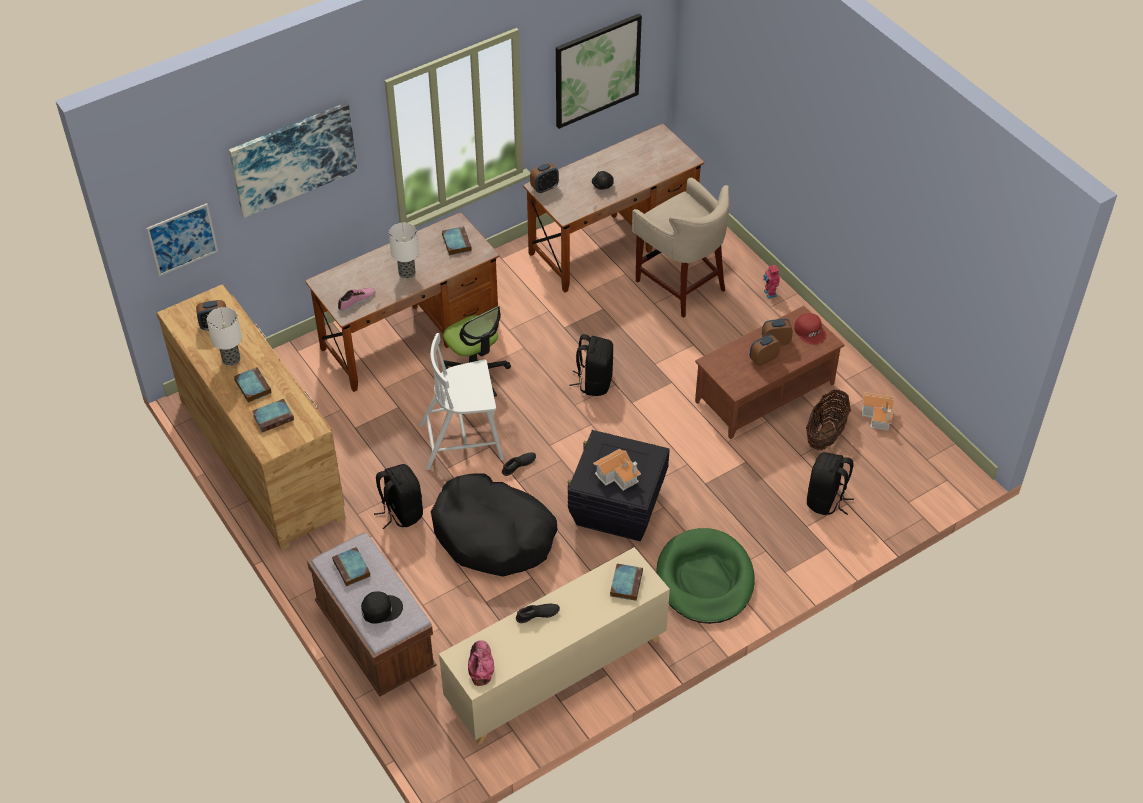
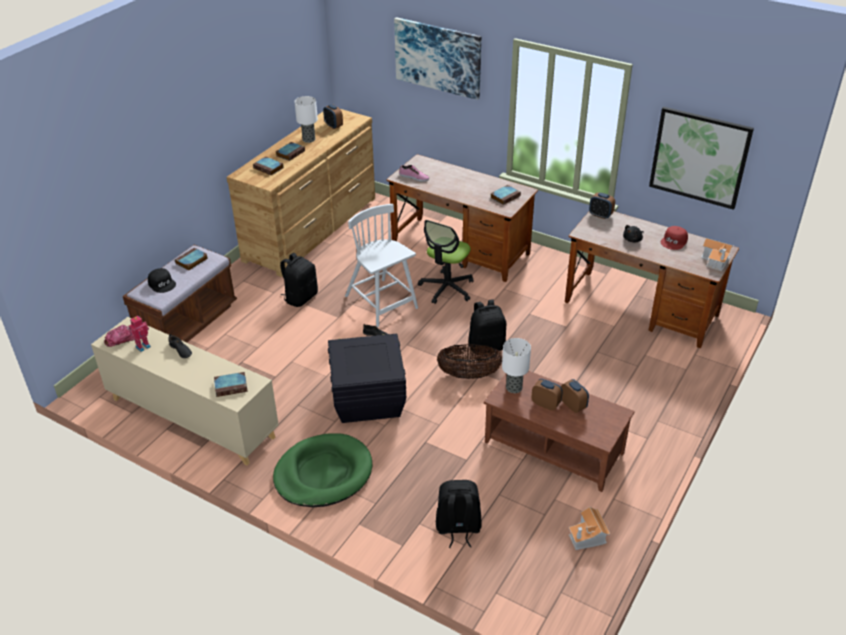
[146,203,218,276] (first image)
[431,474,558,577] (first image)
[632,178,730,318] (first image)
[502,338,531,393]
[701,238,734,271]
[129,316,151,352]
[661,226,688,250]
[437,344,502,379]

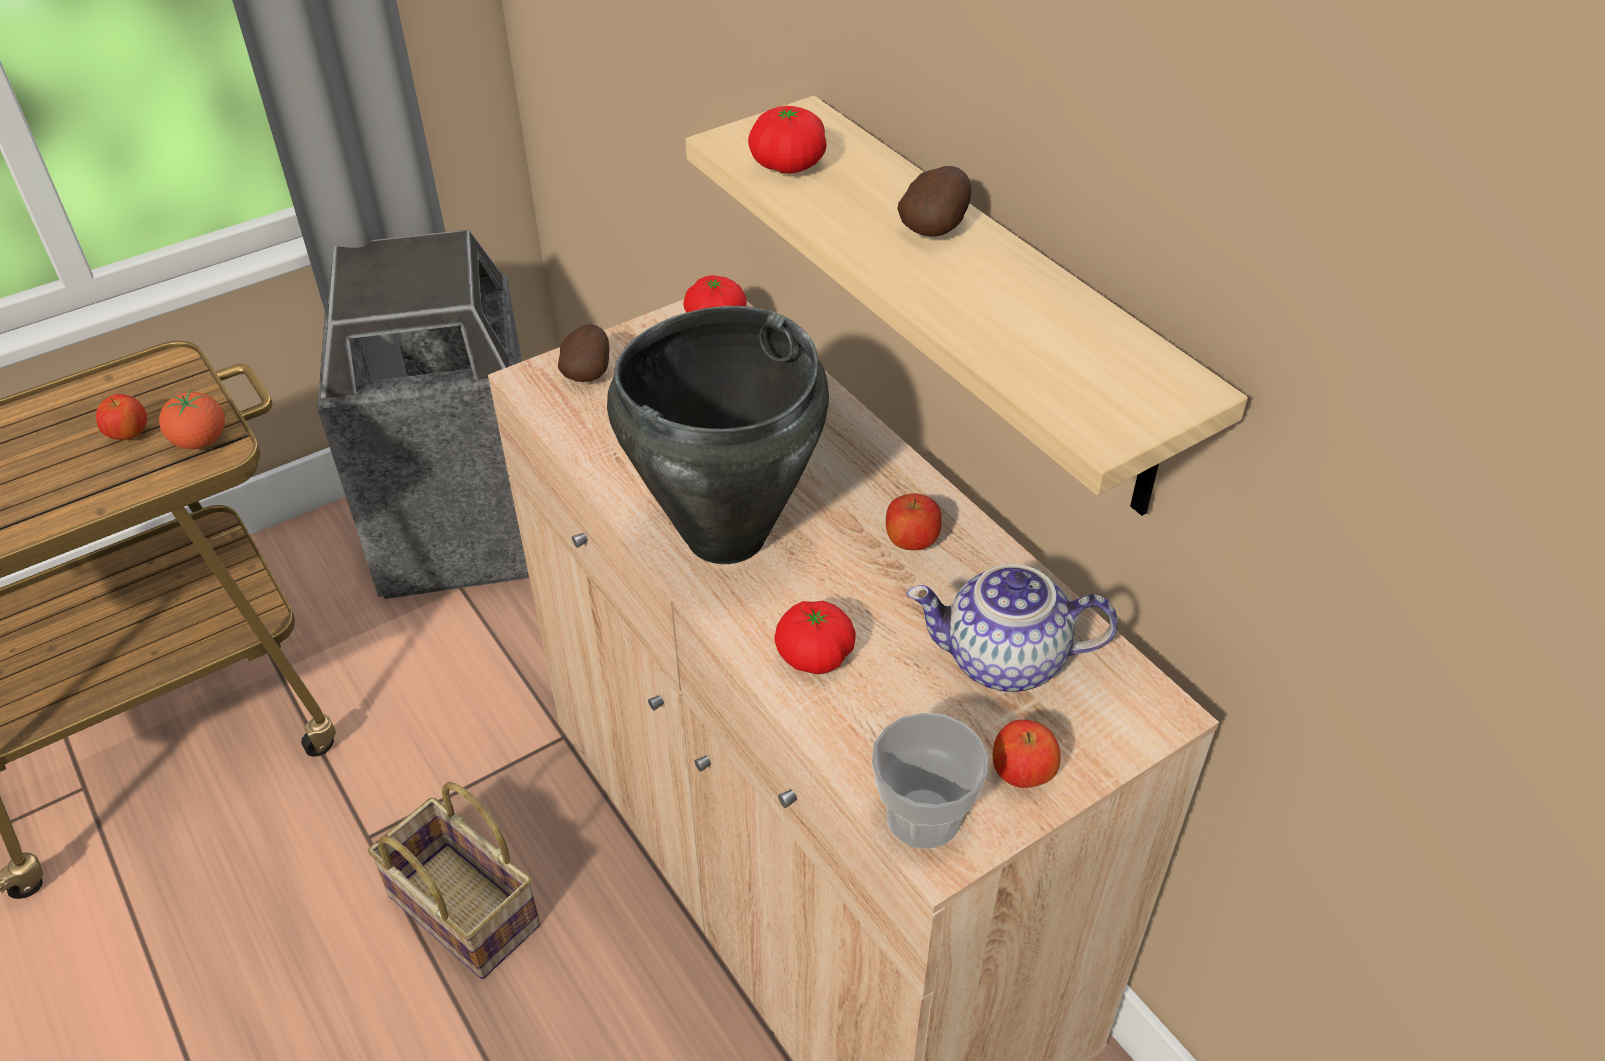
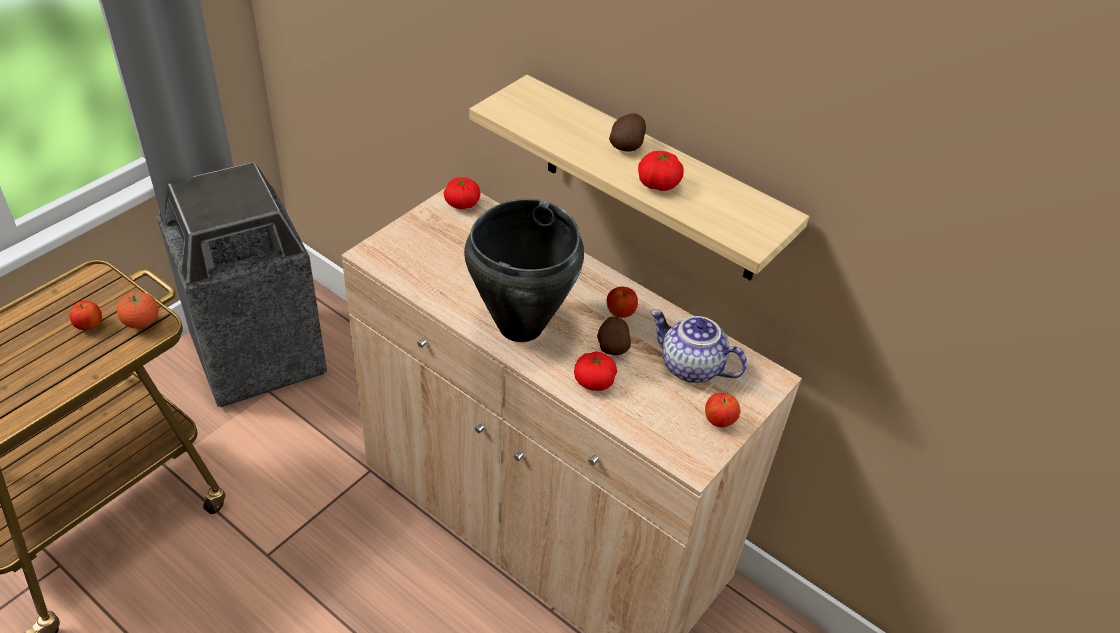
[368,782,540,979] (first image)
[872,713,988,849] (first image)
[597,316,631,355]
[638,151,684,191]
[650,309,747,383]

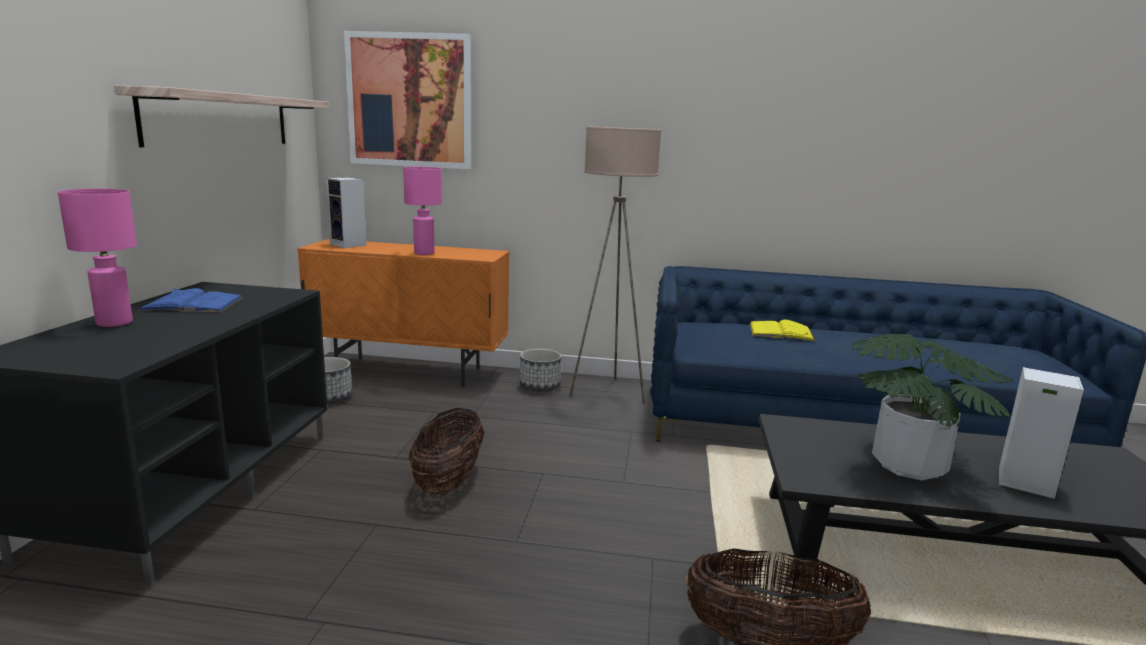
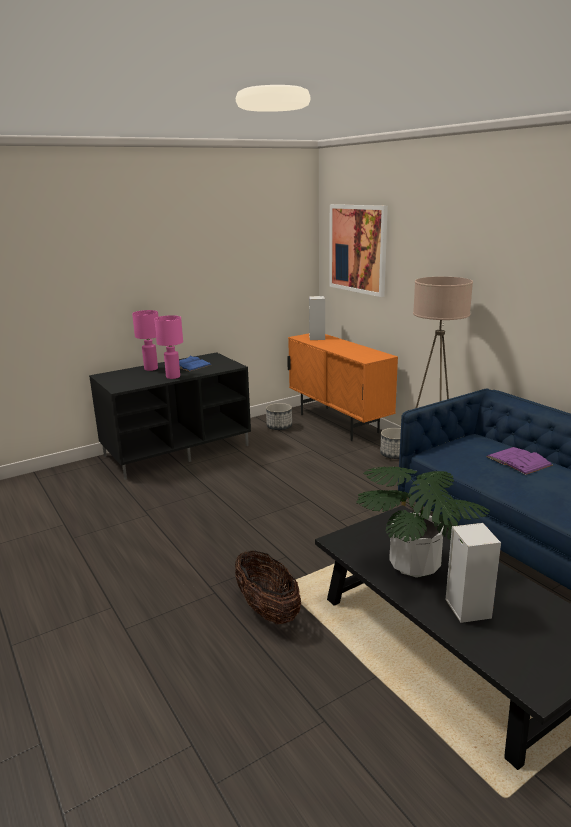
[114,85,329,147] (first image)
[409,408,484,495] (first image)
[154,315,183,379]
[486,447,553,475]

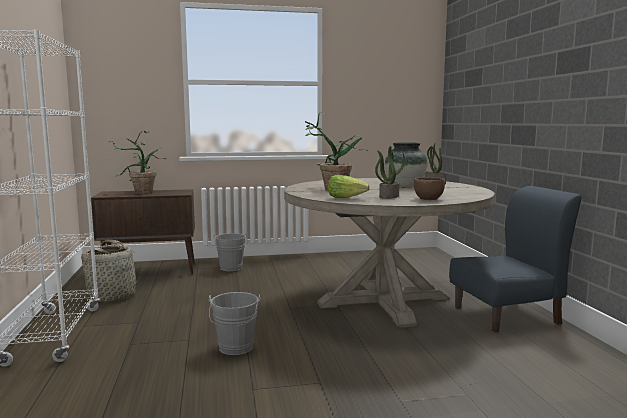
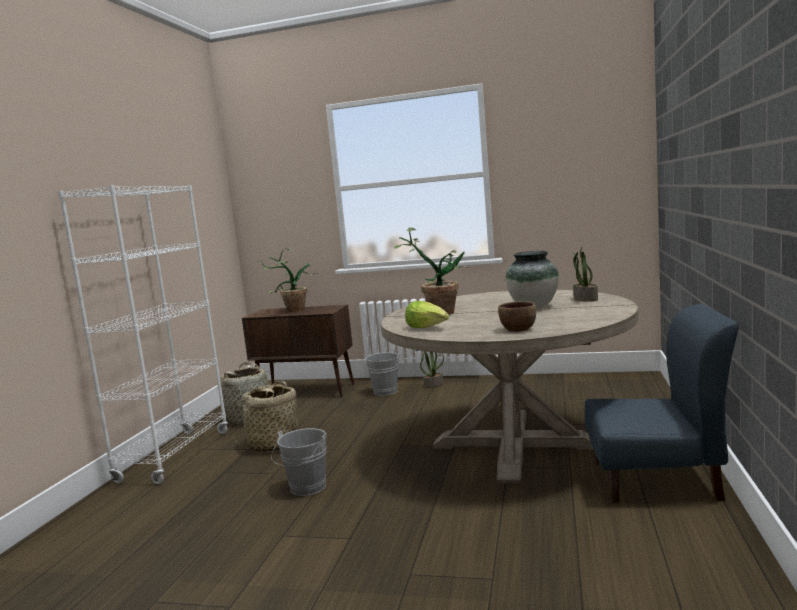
[232,381,303,452]
[420,351,444,388]

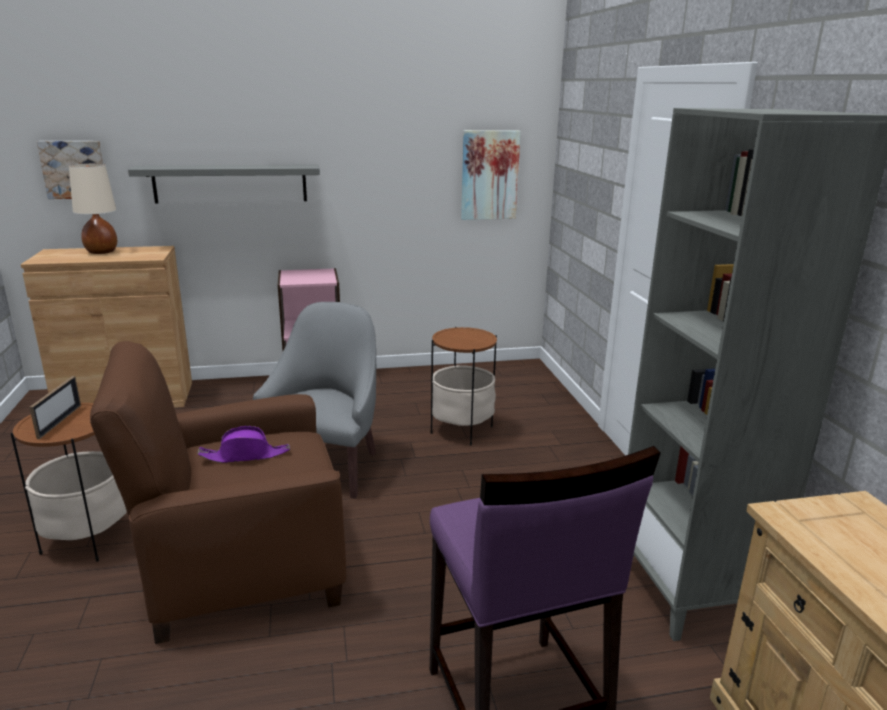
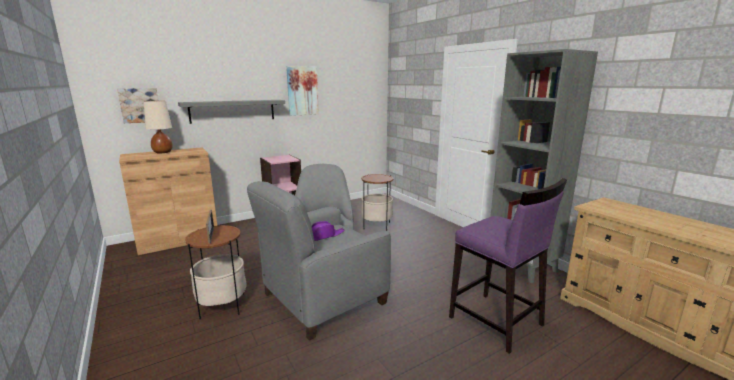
[286,66,319,116]
[247,181,391,341]

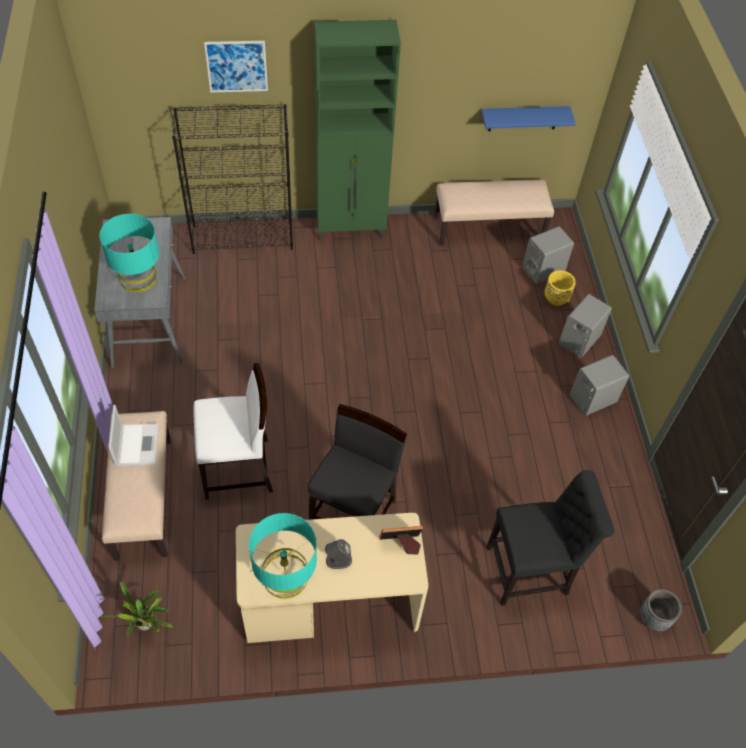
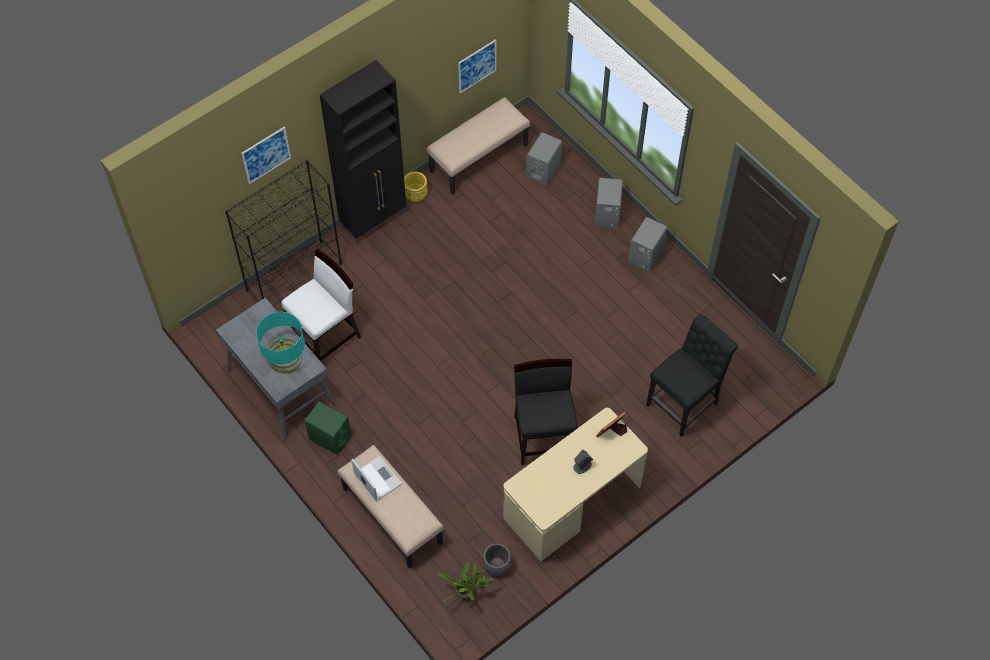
[249,513,317,599] (first image)
[305,401,351,455]
[281,249,361,361]
[404,172,427,202]
[483,543,511,576]
[458,39,496,93]
[320,60,407,244]

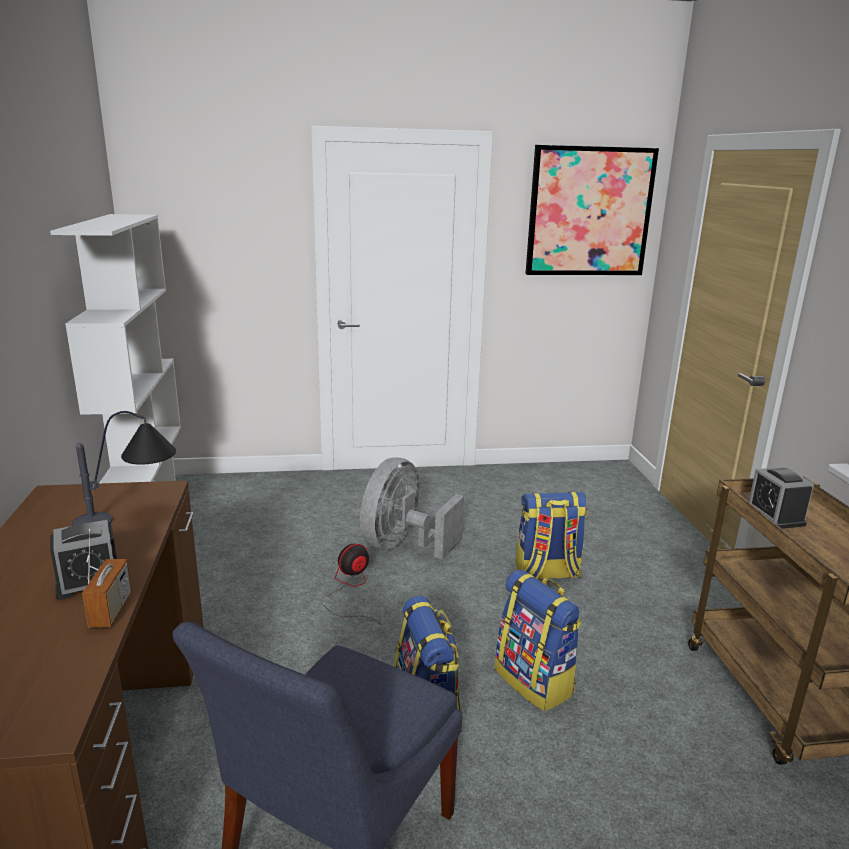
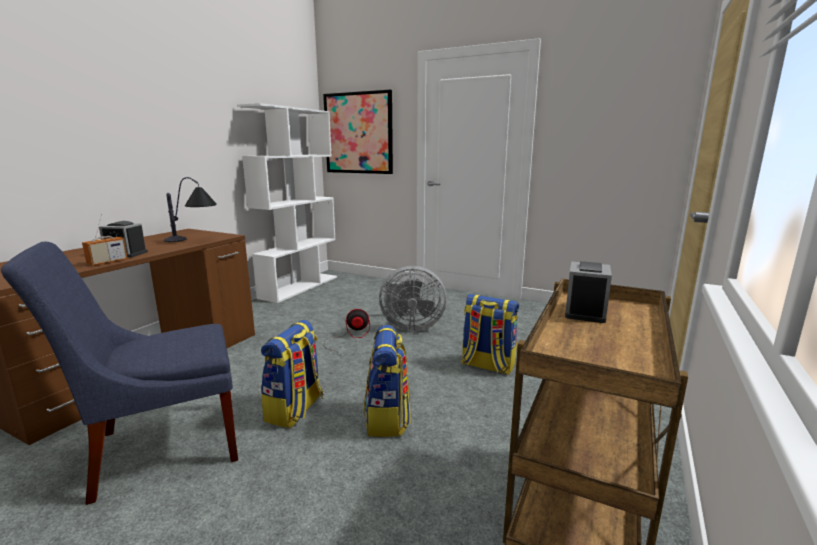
[323,90,393,174]
[379,266,447,332]

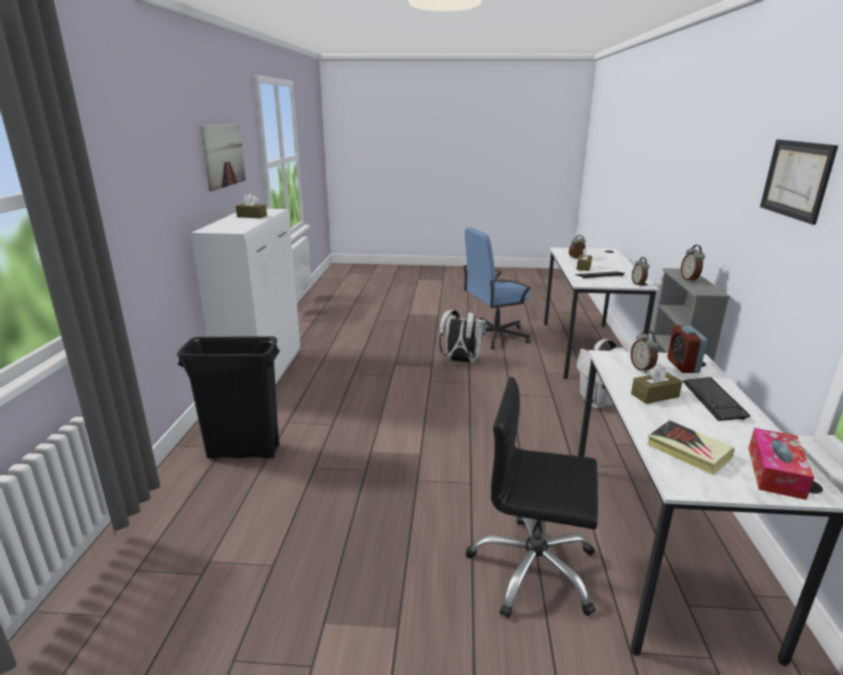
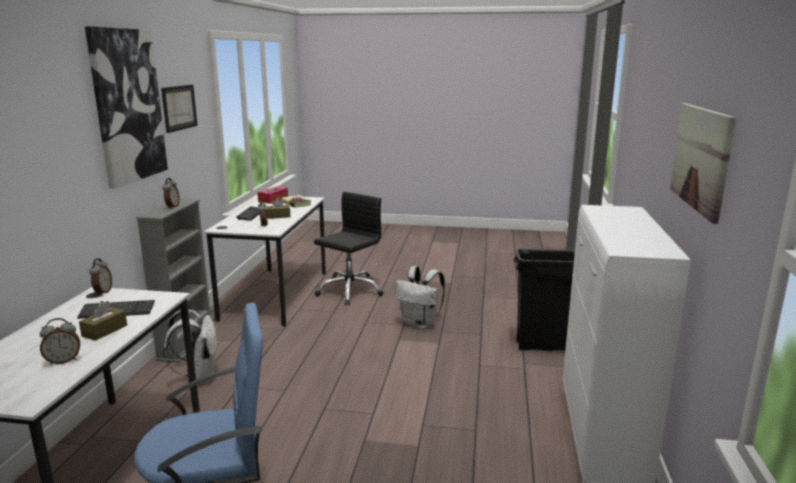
[236,194,267,218] (first image)
[667,325,707,373] (first image)
[85,26,168,189]
[395,266,445,329]
[314,192,384,305]

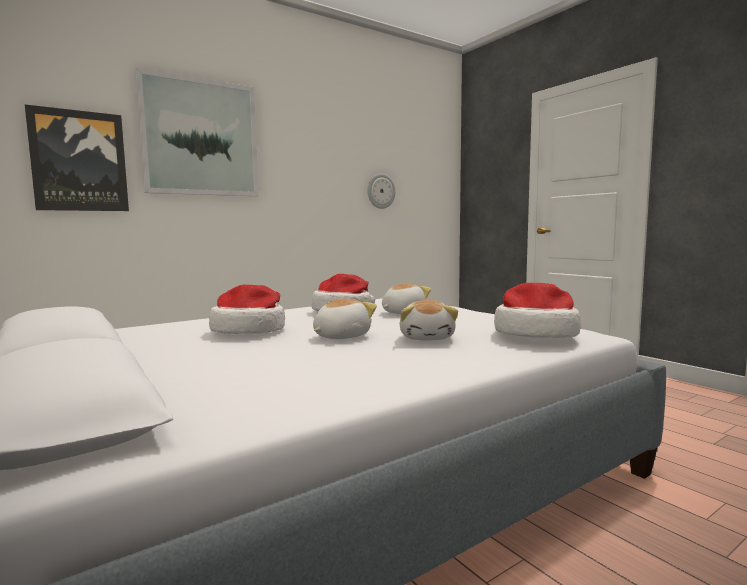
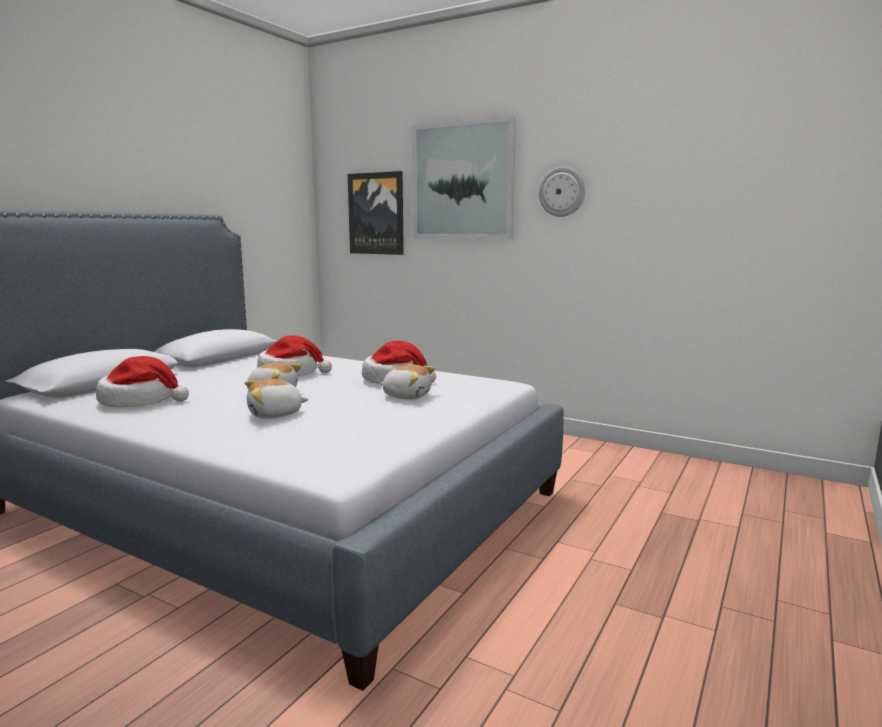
[539,167,585,217]
[96,356,189,407]

